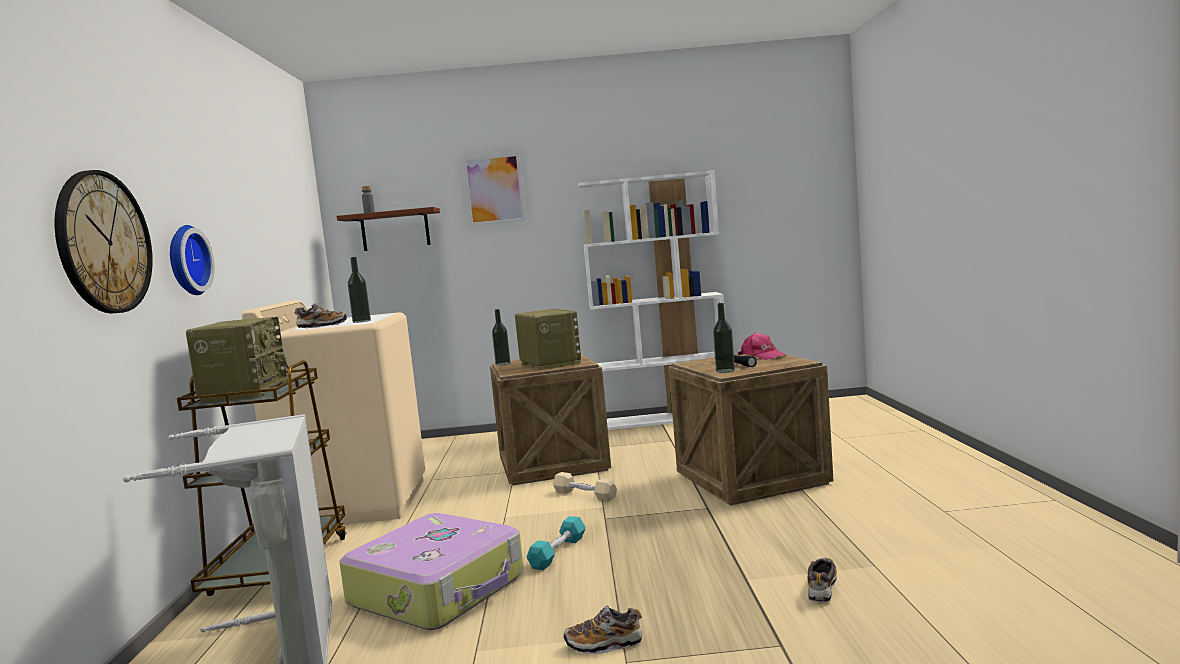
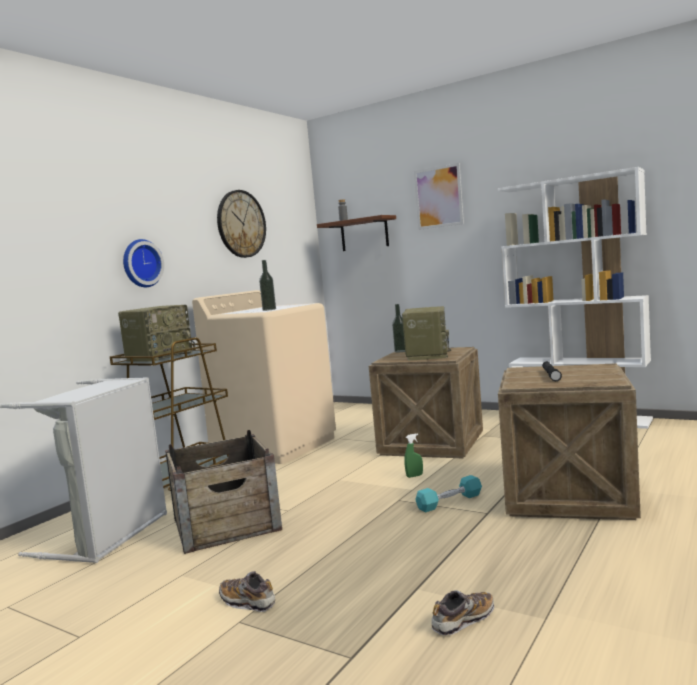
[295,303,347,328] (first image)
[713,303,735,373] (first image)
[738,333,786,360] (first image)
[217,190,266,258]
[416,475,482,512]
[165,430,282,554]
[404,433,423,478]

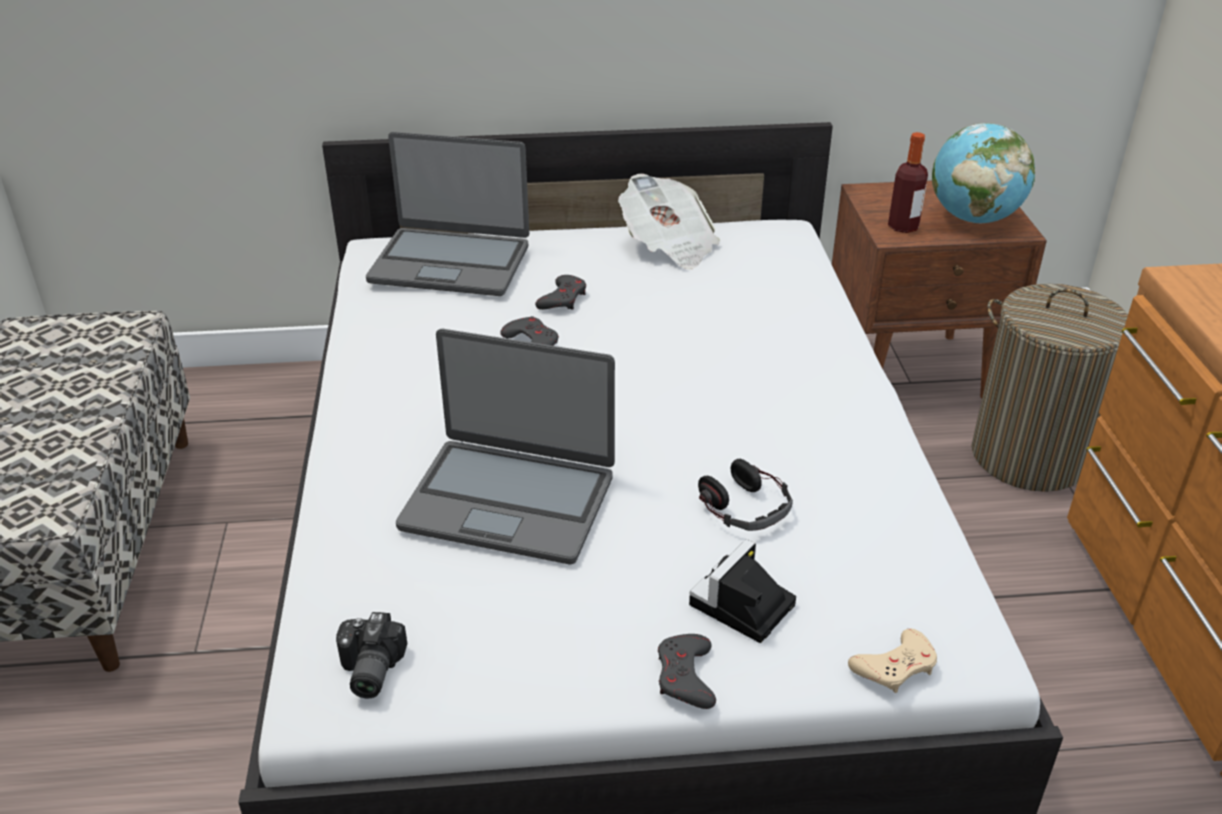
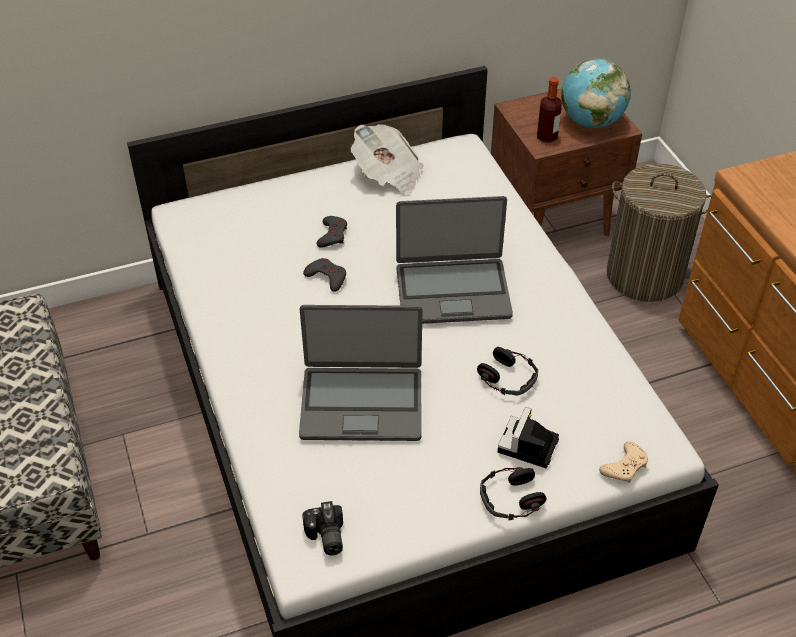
[396,196,513,324]
[480,467,547,520]

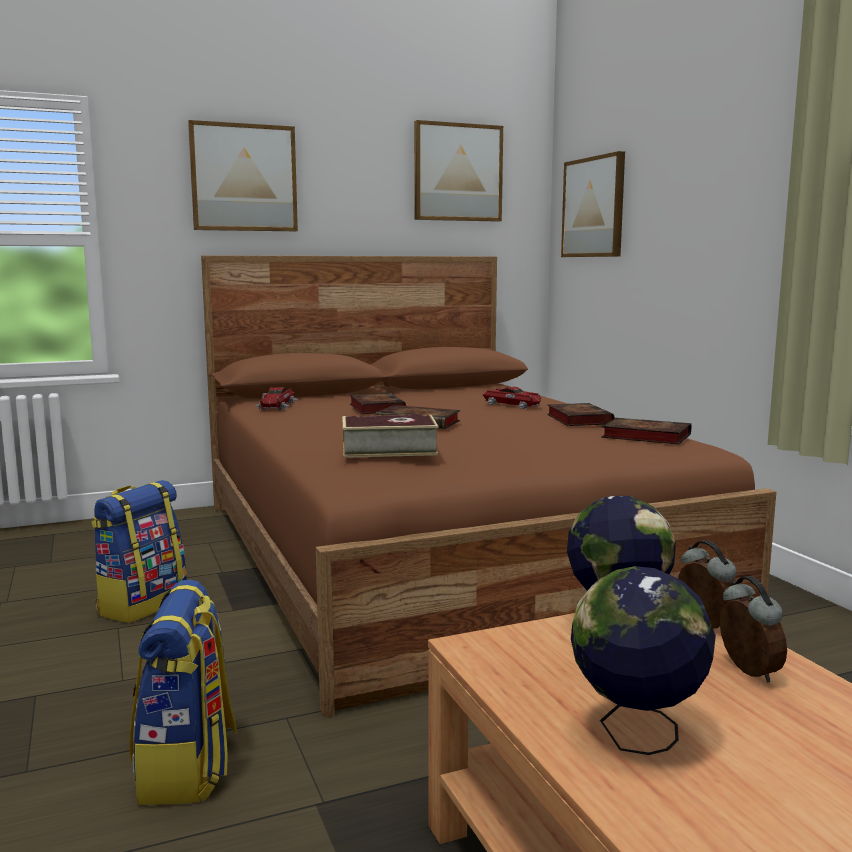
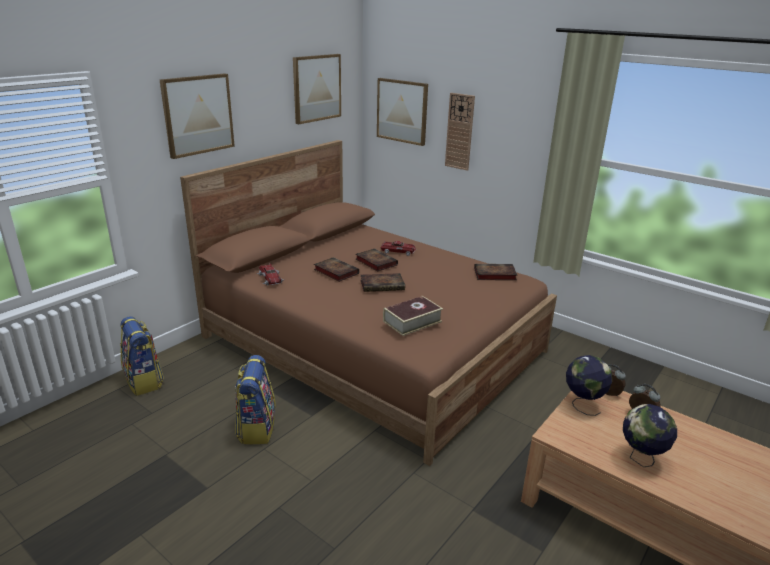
[445,93,475,171]
[120,316,164,396]
[355,249,398,272]

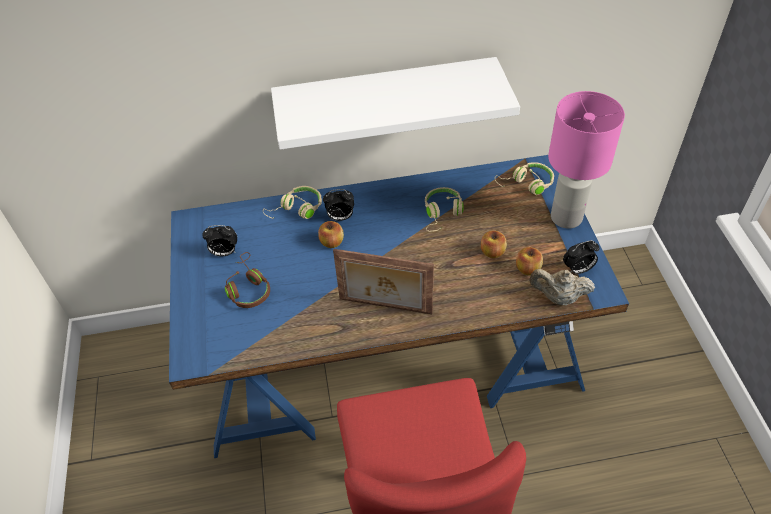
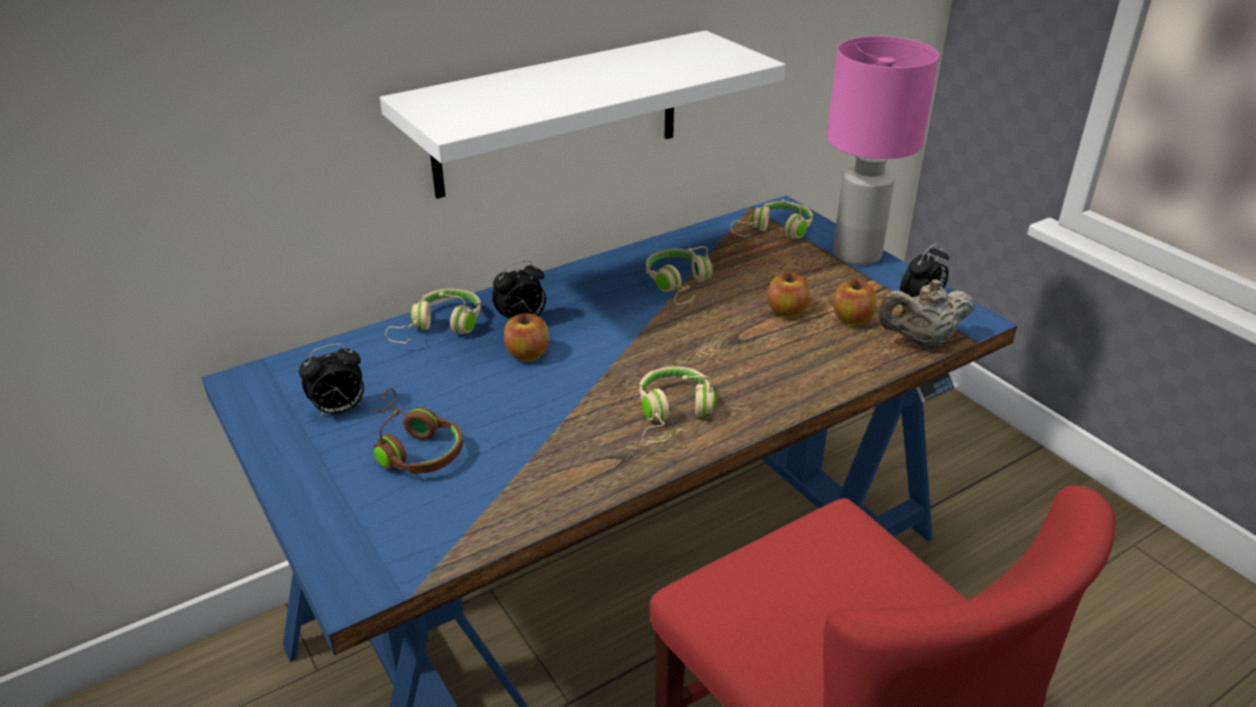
[639,367,716,443]

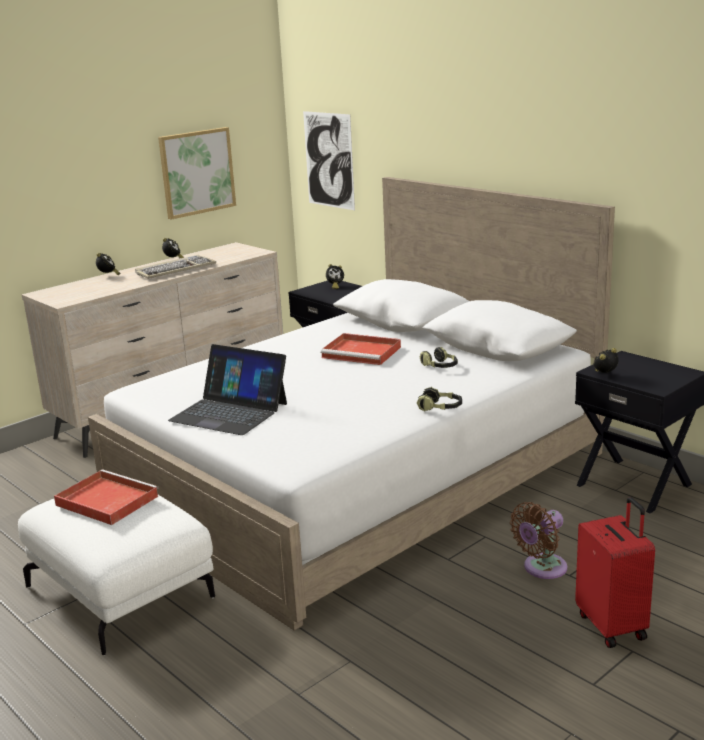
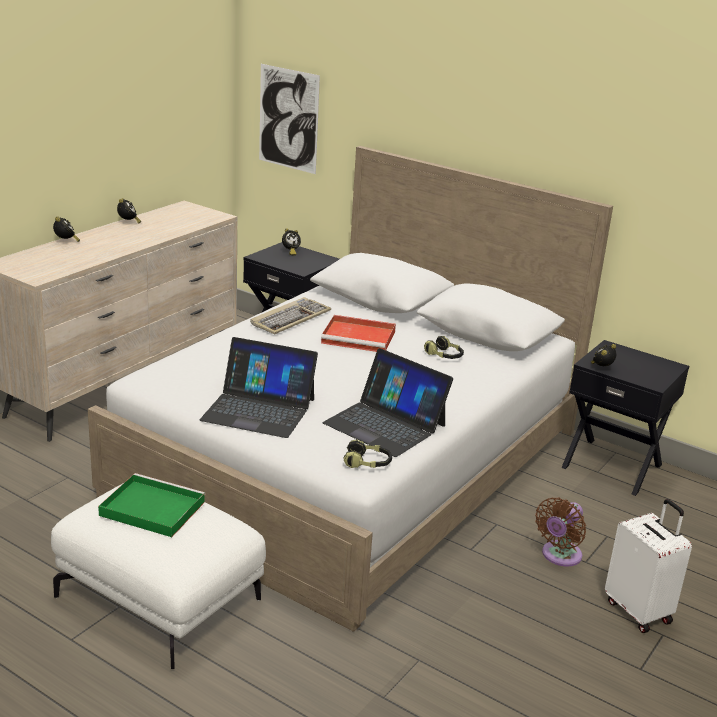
[158,127,236,220] (first image)
[323,348,453,457]
[250,297,331,334]
[343,439,392,468]
[98,473,206,537]
[605,499,692,633]

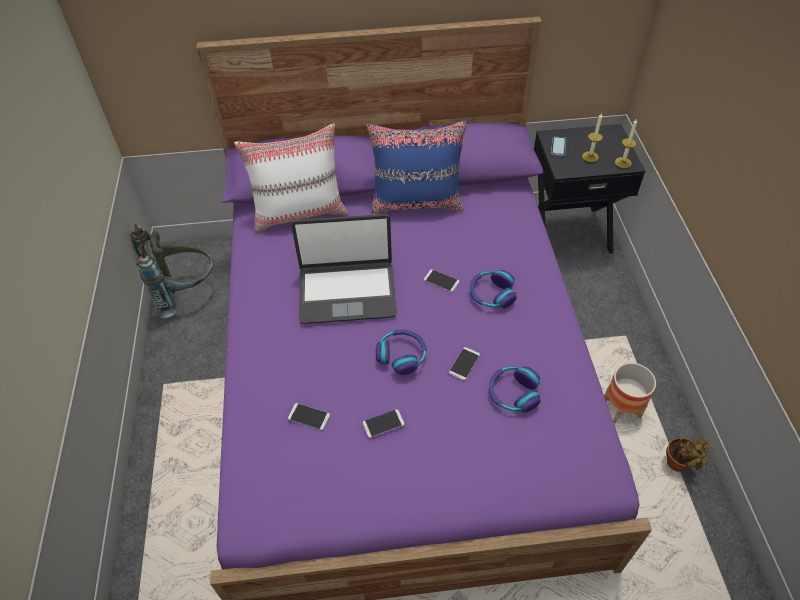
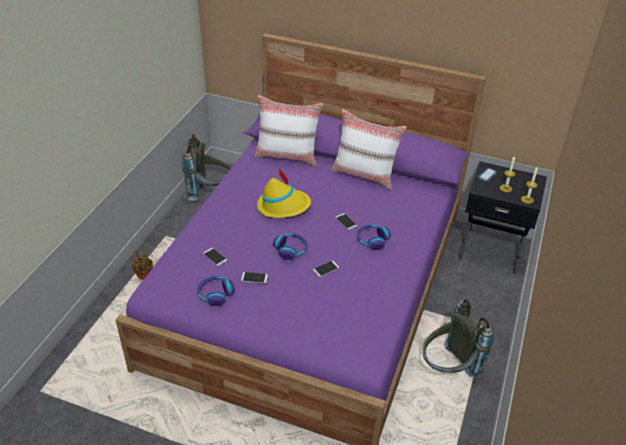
[197,276,235,306]
[132,250,153,280]
[257,167,311,218]
[423,299,494,377]
[331,110,406,190]

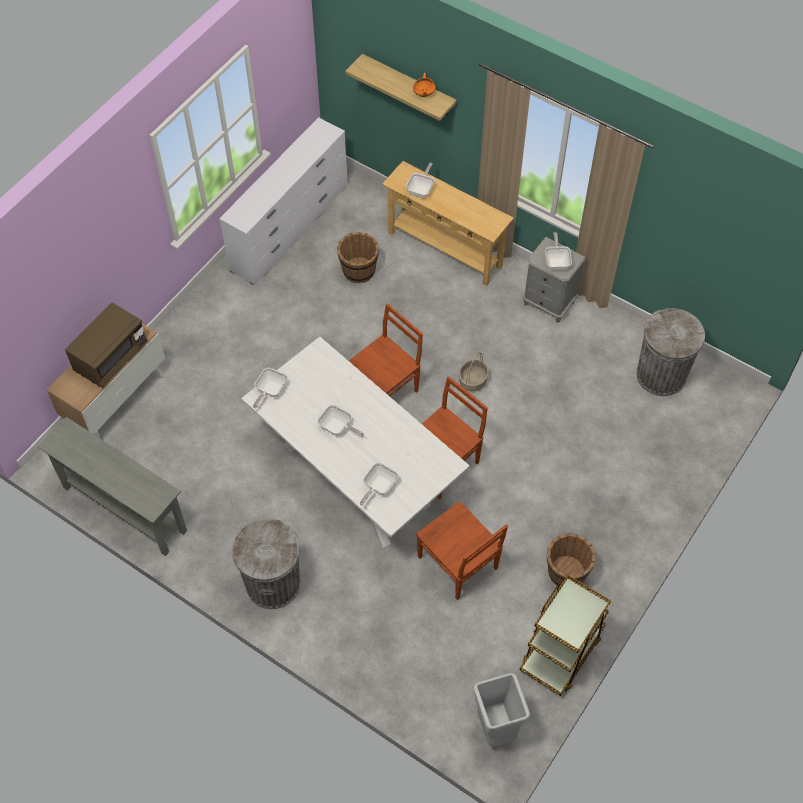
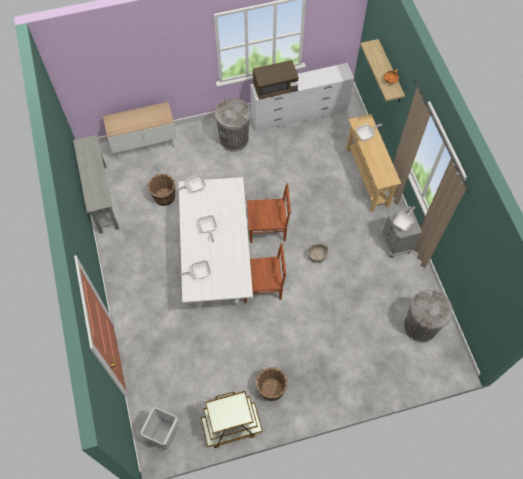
[416,501,508,600] (first image)
[253,60,299,100]
[214,98,251,152]
[148,174,175,206]

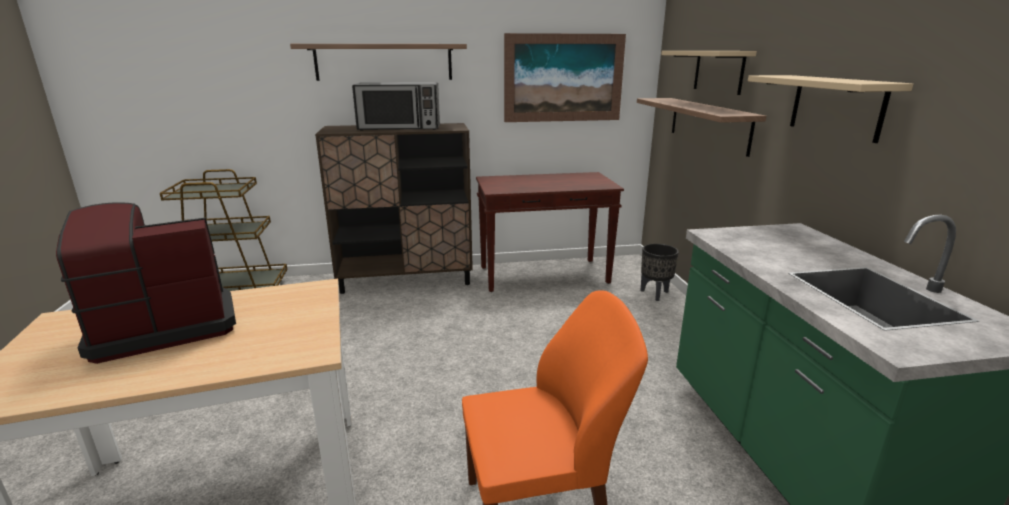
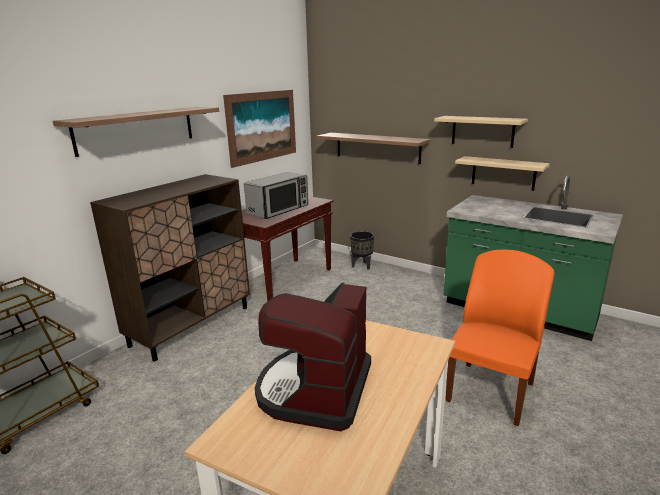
[244,172,308,219]
[455,156,550,191]

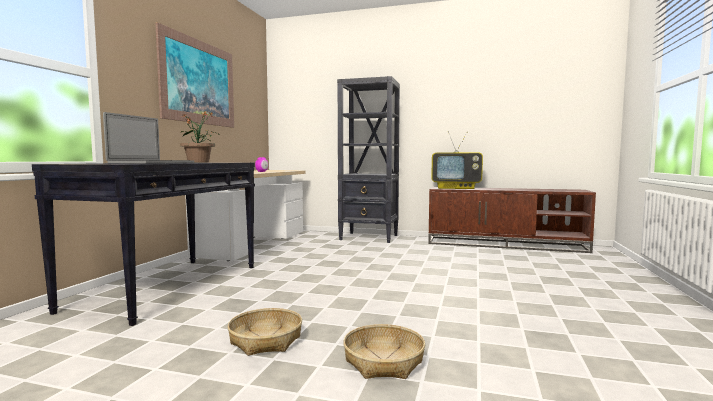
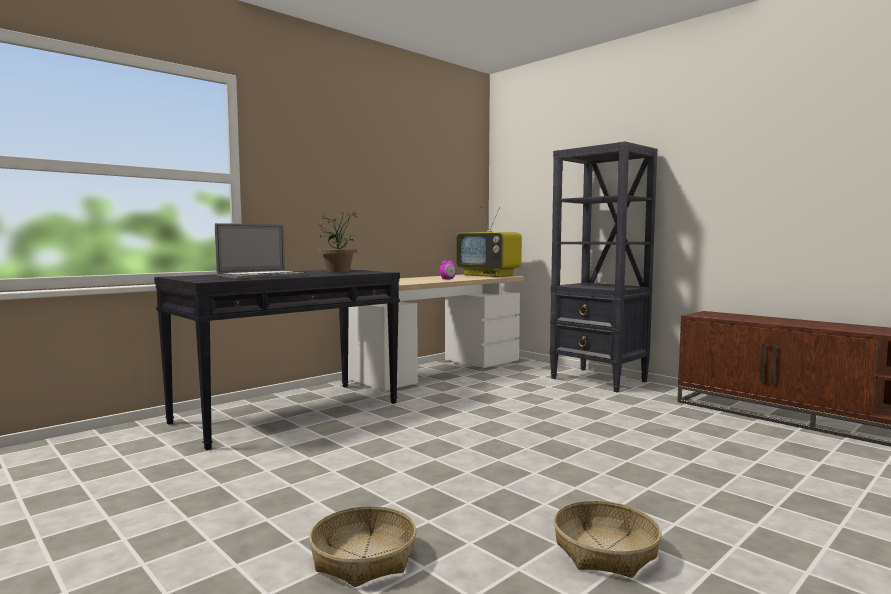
[155,22,234,128] (first image)
[554,500,661,578]
[456,207,522,277]

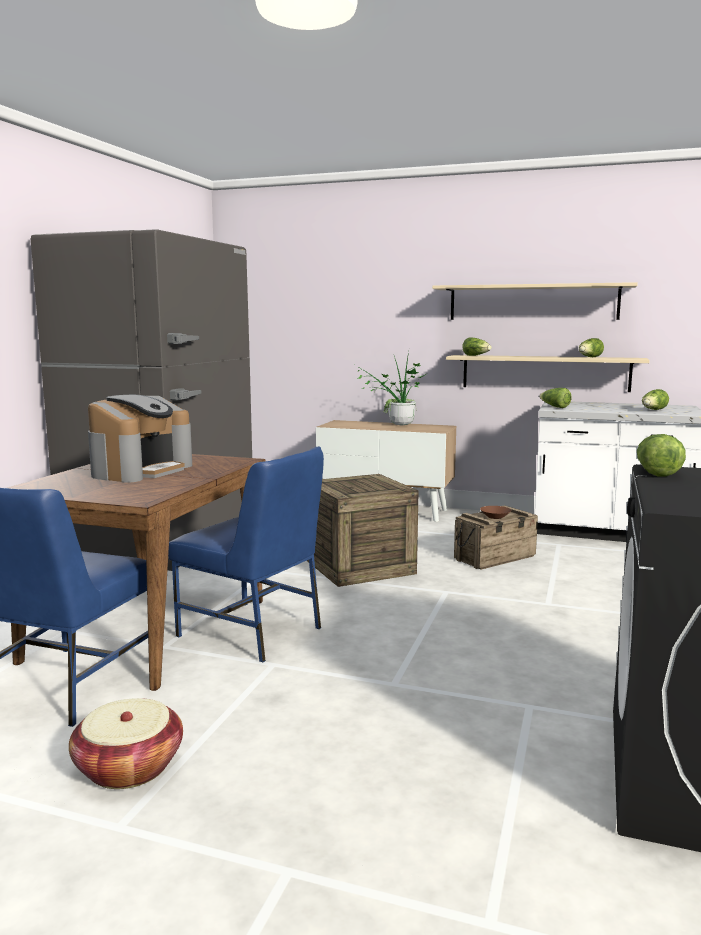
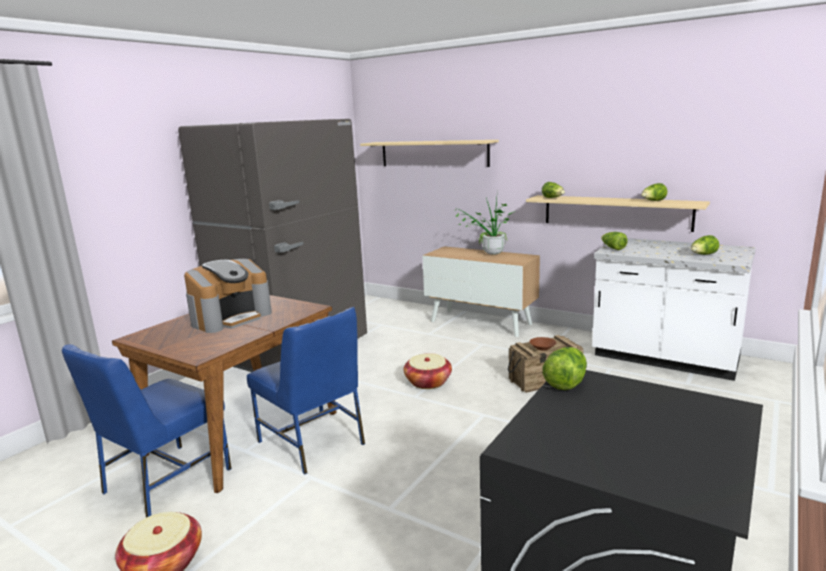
[360,140,499,167]
[404,353,452,389]

